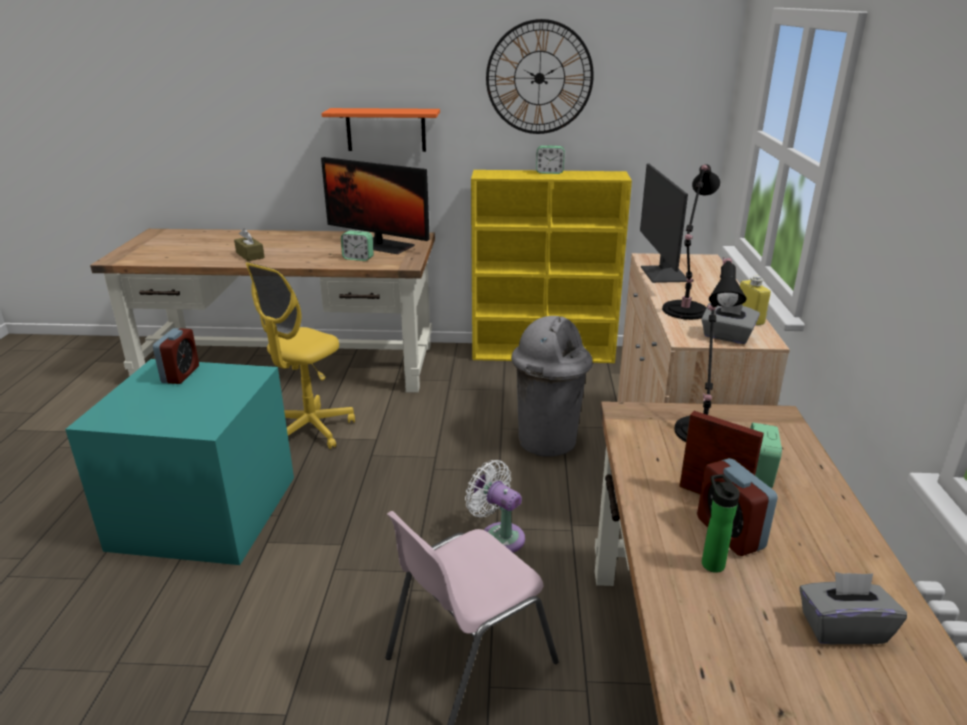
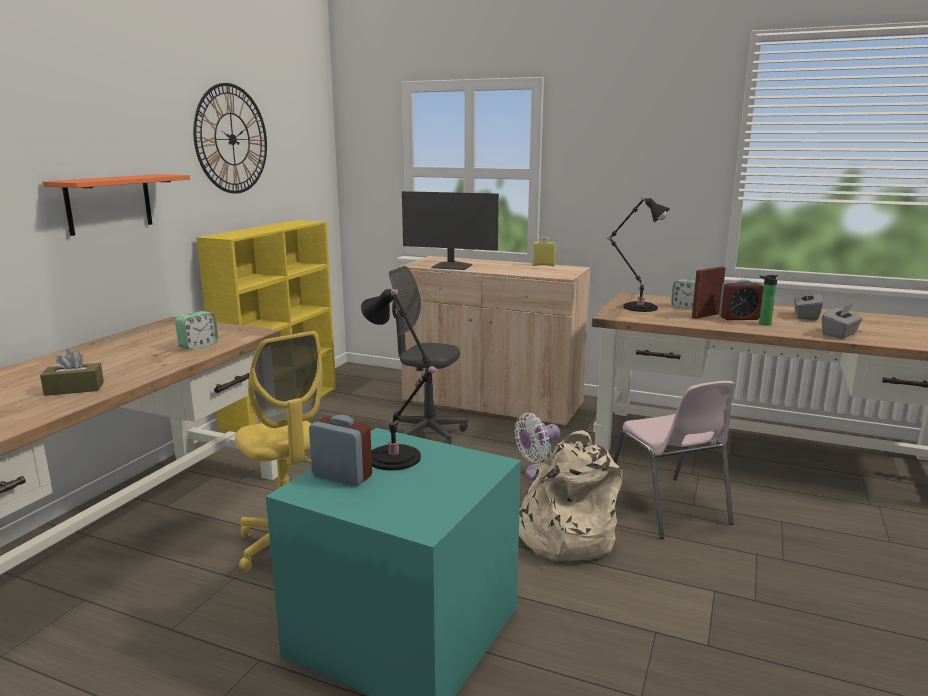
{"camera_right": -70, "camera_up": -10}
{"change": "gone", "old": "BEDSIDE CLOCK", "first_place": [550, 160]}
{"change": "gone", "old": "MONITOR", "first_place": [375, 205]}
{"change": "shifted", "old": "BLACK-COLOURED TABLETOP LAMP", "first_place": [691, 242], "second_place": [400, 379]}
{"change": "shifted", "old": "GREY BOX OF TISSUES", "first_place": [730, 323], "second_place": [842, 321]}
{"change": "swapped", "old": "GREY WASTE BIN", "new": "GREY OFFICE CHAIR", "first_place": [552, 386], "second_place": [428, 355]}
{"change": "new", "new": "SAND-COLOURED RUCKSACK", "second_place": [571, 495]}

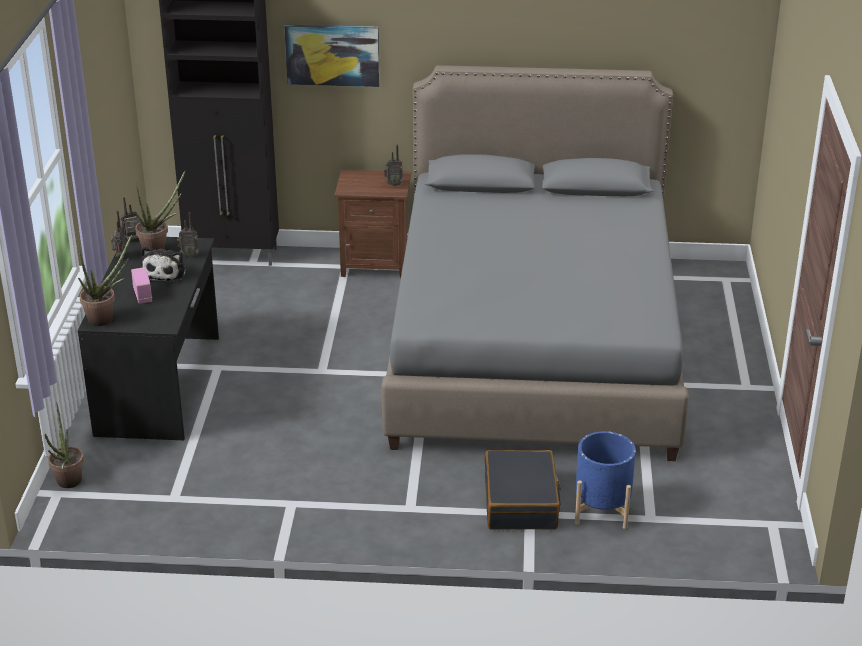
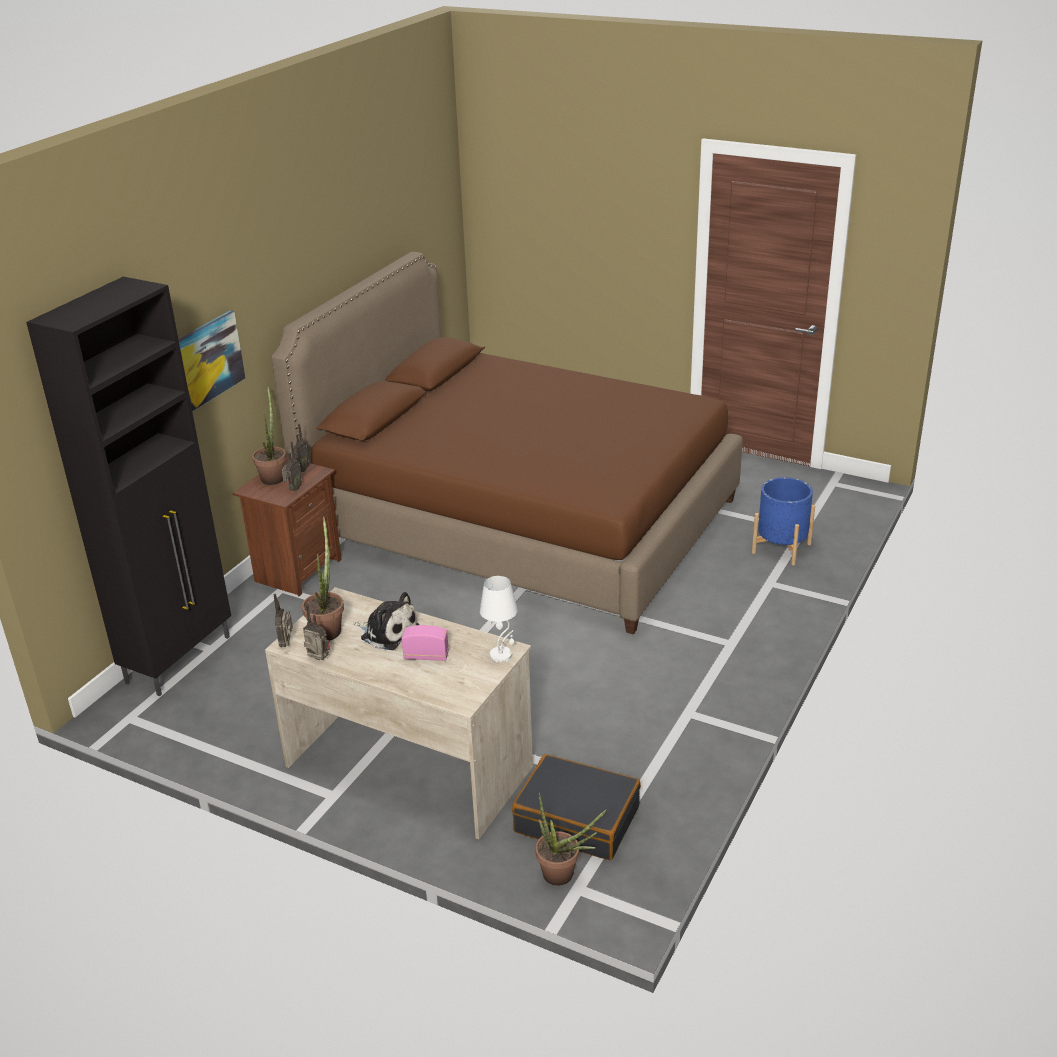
{"camera_right": -65, "camera_up": 0}
{"change": "repainted", "old": "GREY BEDROOM BED", "new": "BROWNISH BEDROOM BED", "first_place": [535, 263], "second_place": [507, 443]}
{"change": "shifted", "old": "RADIO SET", "first_place": [188, 235], "second_place": [292, 466]}
{"change": "shifted", "old": "PLANT IN A POT", "first_place": [105, 280], "second_place": [269, 435]}
{"change": "repainted", "old": "BLACK-COLOURED DESK", "new": "SAND-COLOURED DESK", "first_place": [148, 338], "second_place": [399, 713]}
{"change": "shifted", "old": "BLACK-COLOURED PIECE OF LUGGAGE", "first_place": [522, 490], "second_place": [576, 807]}
{"change": "new", "new": "WHITE TABLETOP LAMP", "second_place": [499, 619]}

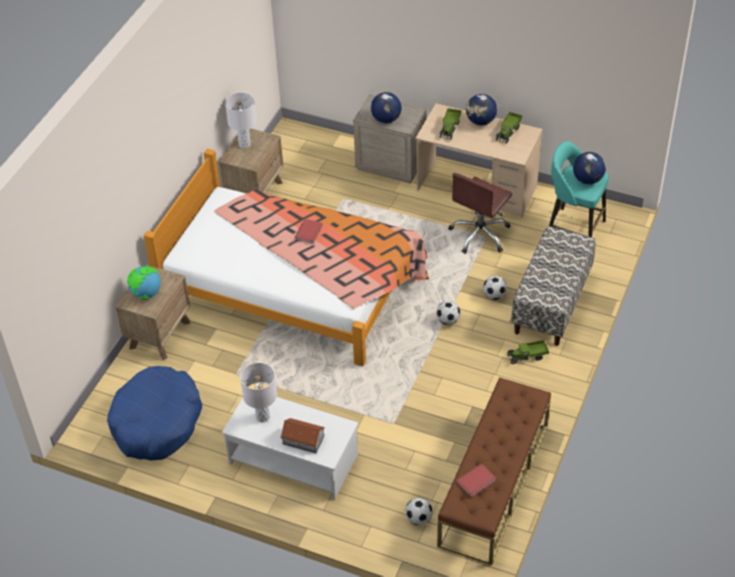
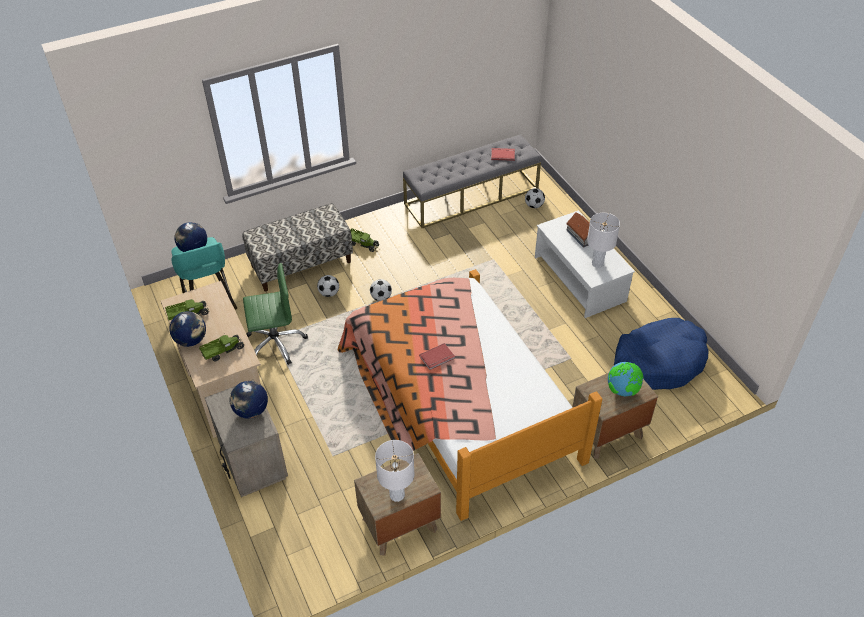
{"camera_right": -140, "camera_up": 0}
{"change": "repainted", "old": "BROWNISH OFFICE CHAIR", "new": "GREEN-COLOURED OFFICE CHAIR", "first_place": [480, 213], "second_place": [275, 314]}
{"change": "repainted", "old": "BROWNISH INDOOR BENCH", "new": "GREY INDOOR BENCH", "first_place": [494, 471], "second_place": [472, 181]}

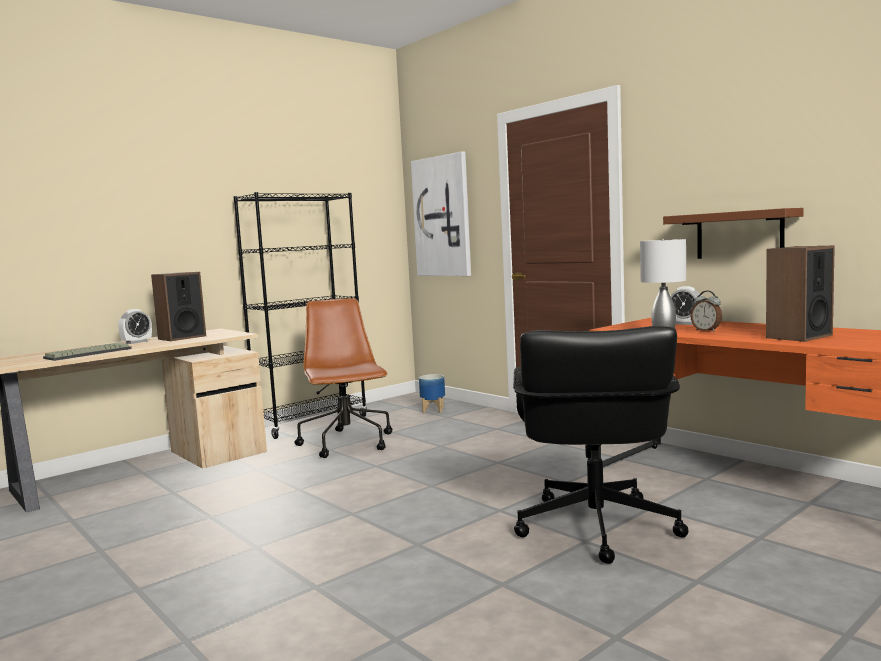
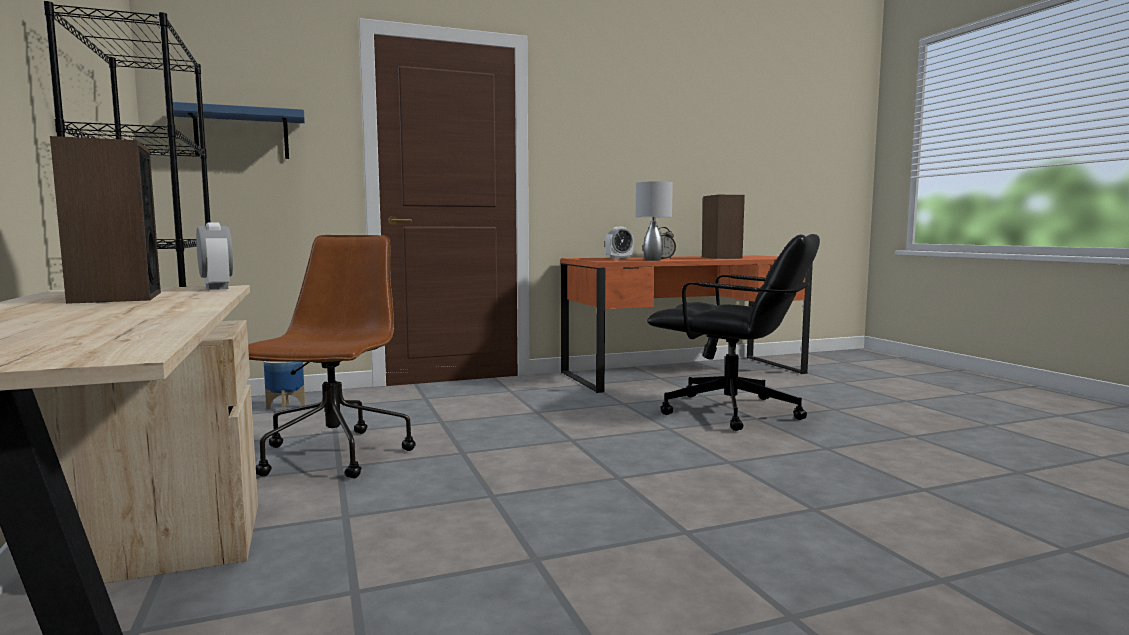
{"camera_right": -70, "camera_up": 0}
{"change": "swapped", "old": "PICTURE", "new": "BLUISH WALL SHELF", "first_place": [441, 213], "second_place": [235, 130]}
{"change": "gone", "old": "BROWNISH WALL SHELF", "first_place": [733, 233]}
{"change": "rotated", "old": "BROWNISH OFFICE CHAIR", "first_place": [343, 378], "second_place": [332, 356], "degrees": 90}
{"change": "shifted", "old": "BEDSIDE CLOCK", "first_place": [135, 326], "second_place": [214, 256]}
{"change": "gone", "old": "COMPUTER KEYBOARD", "first_place": [87, 352]}

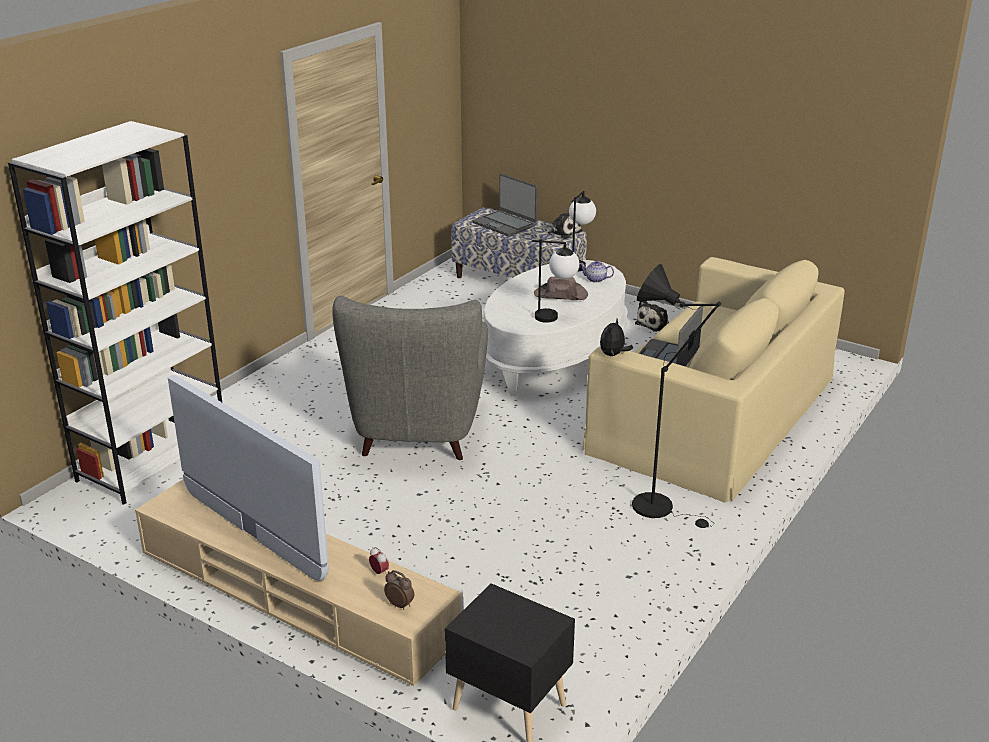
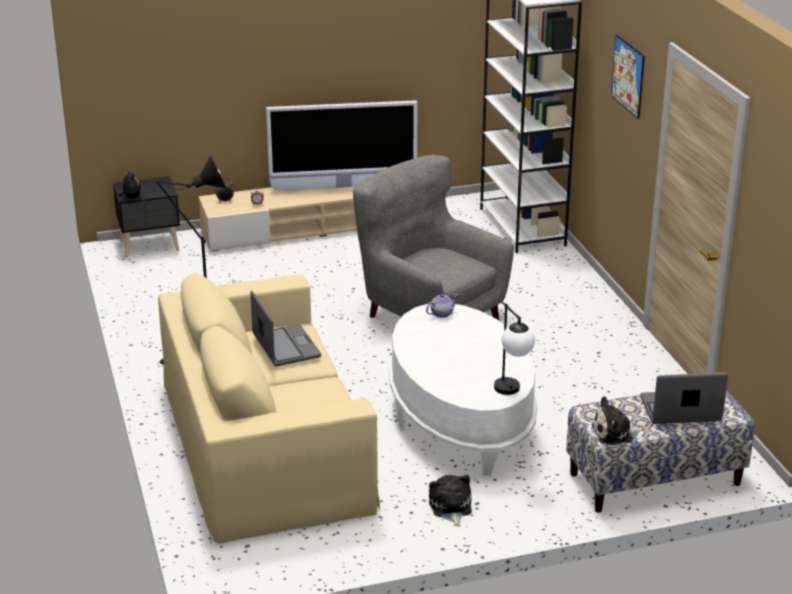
{"camera_right": 130, "camera_up": 0}
{"change": "gone", "old": "TABLETOP LAMP", "first_place": [555, 281]}
{"change": "shifted", "old": "TEAPOT", "first_place": [596, 271], "second_place": [442, 306]}
{"change": "gone", "old": "BROWNISH HAT", "first_place": [561, 288]}
{"change": "shifted", "old": "SOFT TOY", "first_place": [616, 337], "second_place": [129, 185]}
{"change": "new", "new": "PICTURE", "second_place": [628, 77]}

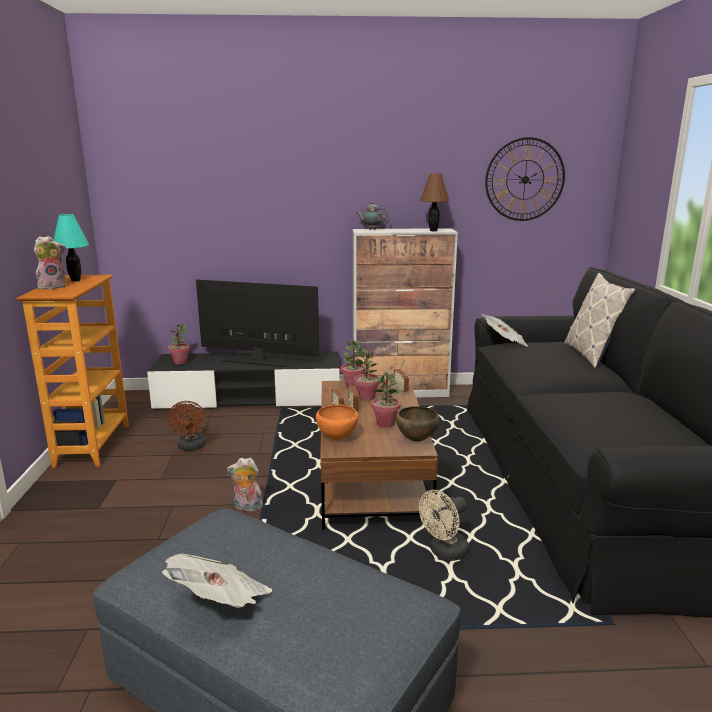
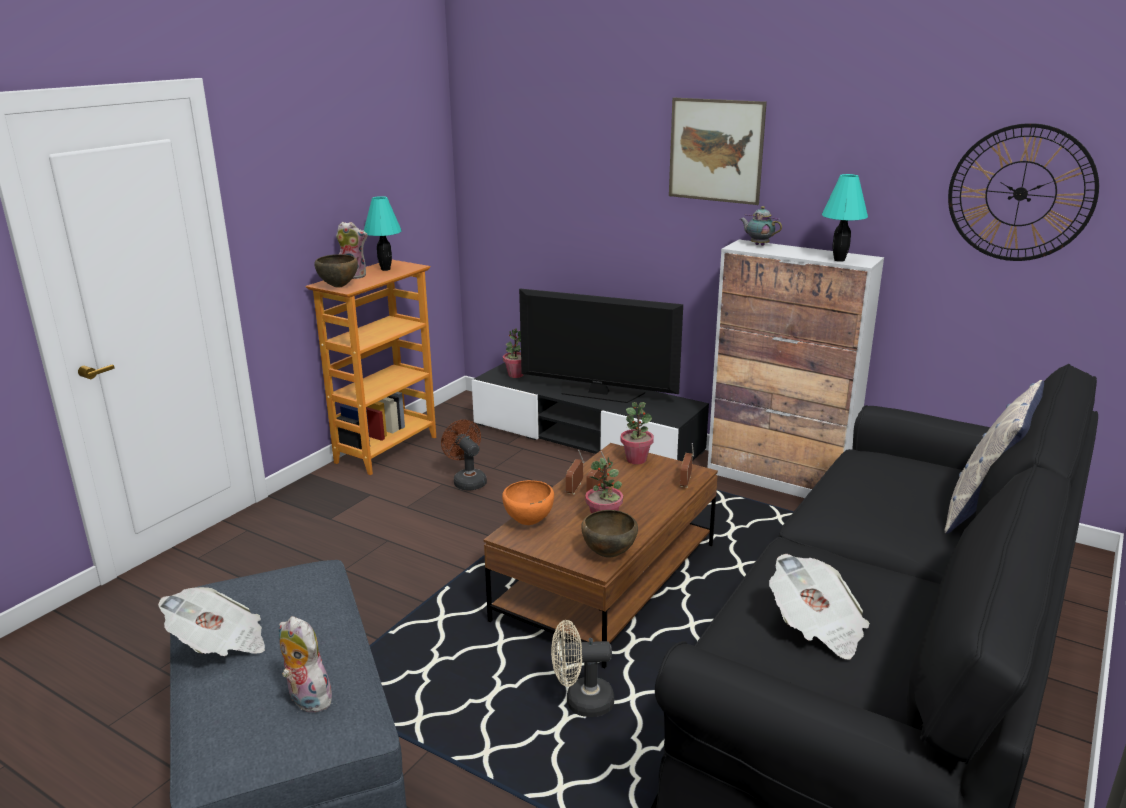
{"camera_right": 35, "camera_up": 5}
{"change": "repainted", "old": "BROWNISH TABLETOP LAMP", "new": "TURQUOISE-COLOURED TABLETOP LAMP", "first_place": [434, 202], "second_place": [845, 218]}
{"change": "rotated", "old": "TV SET", "first_place": [257, 323], "second_place": [601, 346], "degrees": 150}
{"change": "shifted", "old": "PRINTED PAPER", "first_place": [505, 330], "second_place": [819, 607]}
{"change": "gone", "old": "PLANT IN A POT", "first_place": [367, 375]}
{"change": "rotated", "old": "BROWNISH COOLING FAN", "first_place": [187, 426], "second_place": [464, 454], "degrees": 120}
{"change": "shifted", "old": "SOFT TOY", "first_place": [245, 485], "second_place": [305, 664]}
{"change": "new", "new": "PICTURE", "second_place": [718, 151]}
{"change": "new", "new": "BROWNISH BOWL", "second_place": [336, 271]}

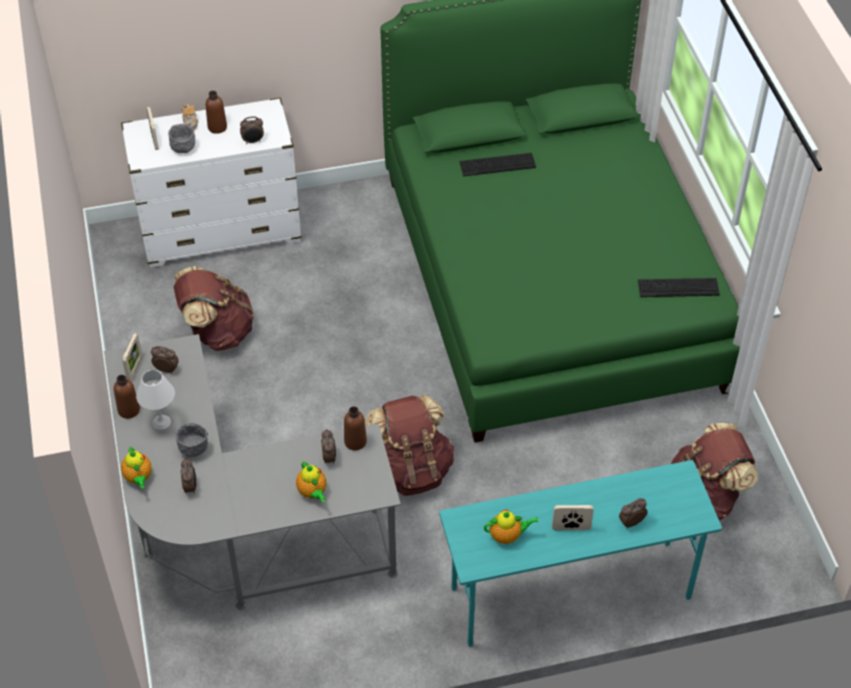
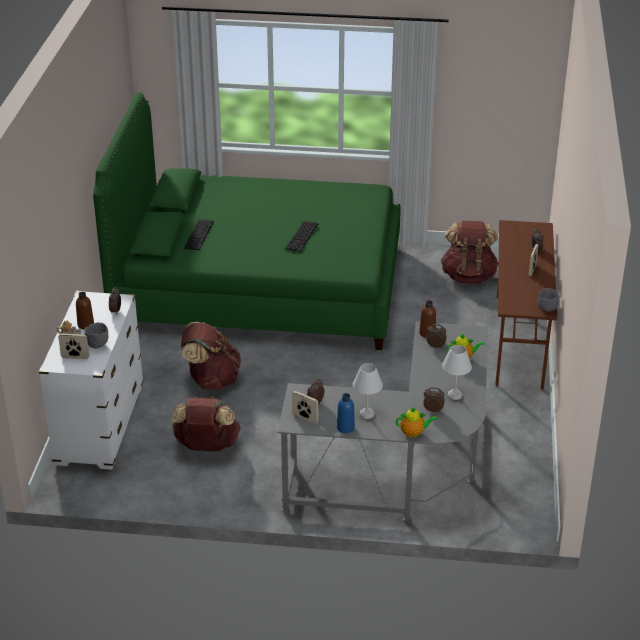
{"camera_right": -70, "camera_up": -15}
{"change": "shifted", "old": "COMPUTER KEYBOARD", "first_place": [679, 287], "second_place": [302, 236]}
{"change": "repainted", "old": "BROWNISH BOTTLE", "new": "BLUISH BOTTLE", "first_place": [127, 397], "second_place": [346, 413]}
{"change": "shifted", "old": "BROWNISH RUCKSACK", "first_place": [409, 445], "second_place": [211, 356]}
{"change": "shifted", "old": "GREY BOWL", "first_place": [191, 439], "second_place": [549, 300]}
{"change": "repainted", "old": "TURQUOISE-COLOURED DESK", "new": "BROWNISH DESK", "first_place": [581, 553], "second_place": [526, 305]}
{"change": "gone", "old": "TEAPOT", "first_place": [511, 526]}
{"change": "new", "new": "WHITE TABLETOP LAMP", "second_place": [457, 372]}

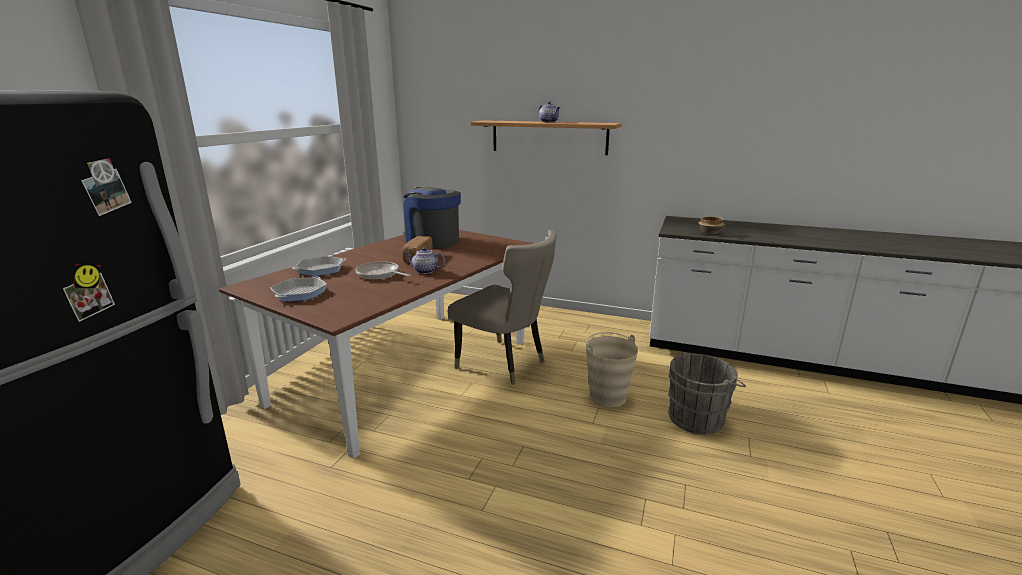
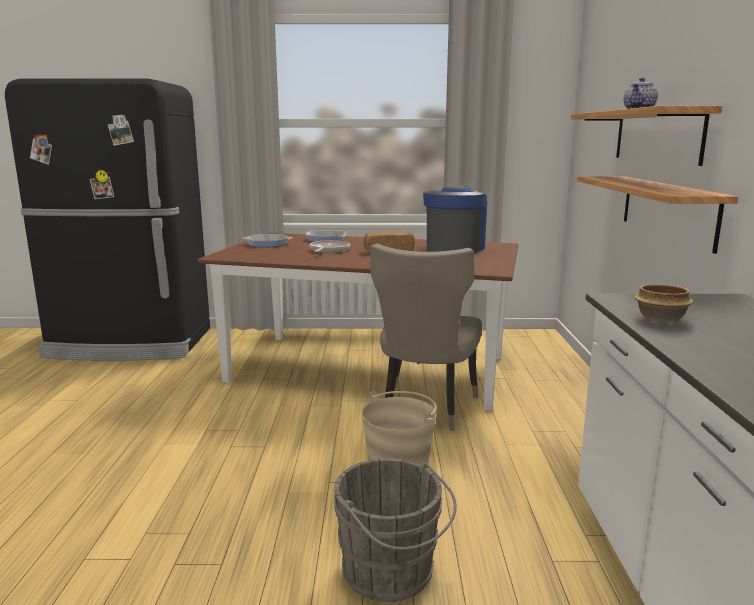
{"camera_right": 70, "camera_up": -5}
{"change": "gone", "old": "TEAPOT", "first_place": [425, 260]}
{"change": "new", "new": "WALL SHELF", "second_place": [657, 215]}

